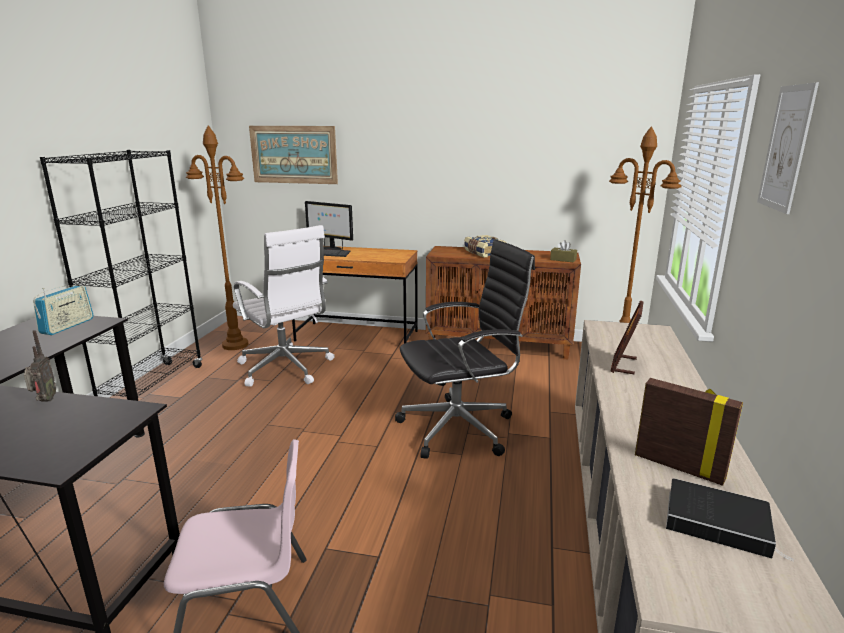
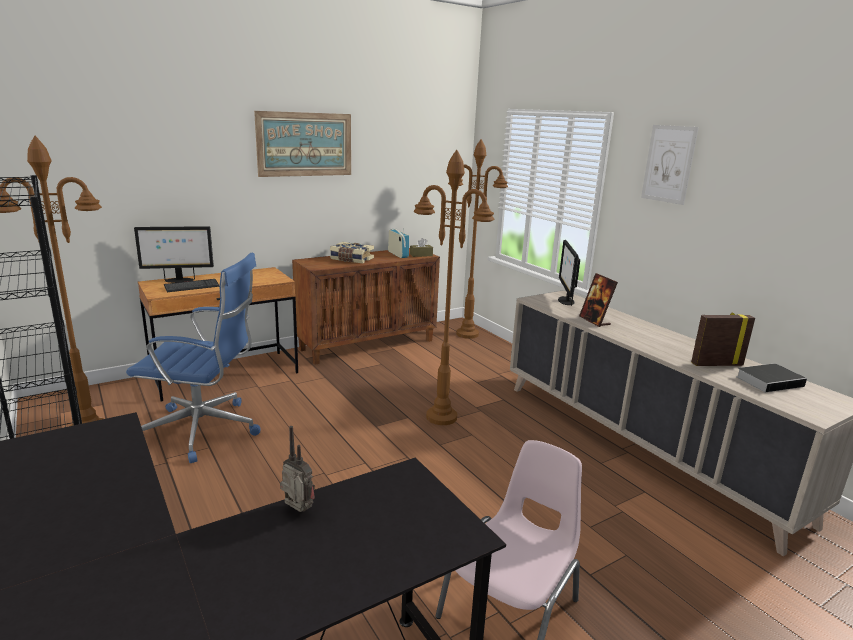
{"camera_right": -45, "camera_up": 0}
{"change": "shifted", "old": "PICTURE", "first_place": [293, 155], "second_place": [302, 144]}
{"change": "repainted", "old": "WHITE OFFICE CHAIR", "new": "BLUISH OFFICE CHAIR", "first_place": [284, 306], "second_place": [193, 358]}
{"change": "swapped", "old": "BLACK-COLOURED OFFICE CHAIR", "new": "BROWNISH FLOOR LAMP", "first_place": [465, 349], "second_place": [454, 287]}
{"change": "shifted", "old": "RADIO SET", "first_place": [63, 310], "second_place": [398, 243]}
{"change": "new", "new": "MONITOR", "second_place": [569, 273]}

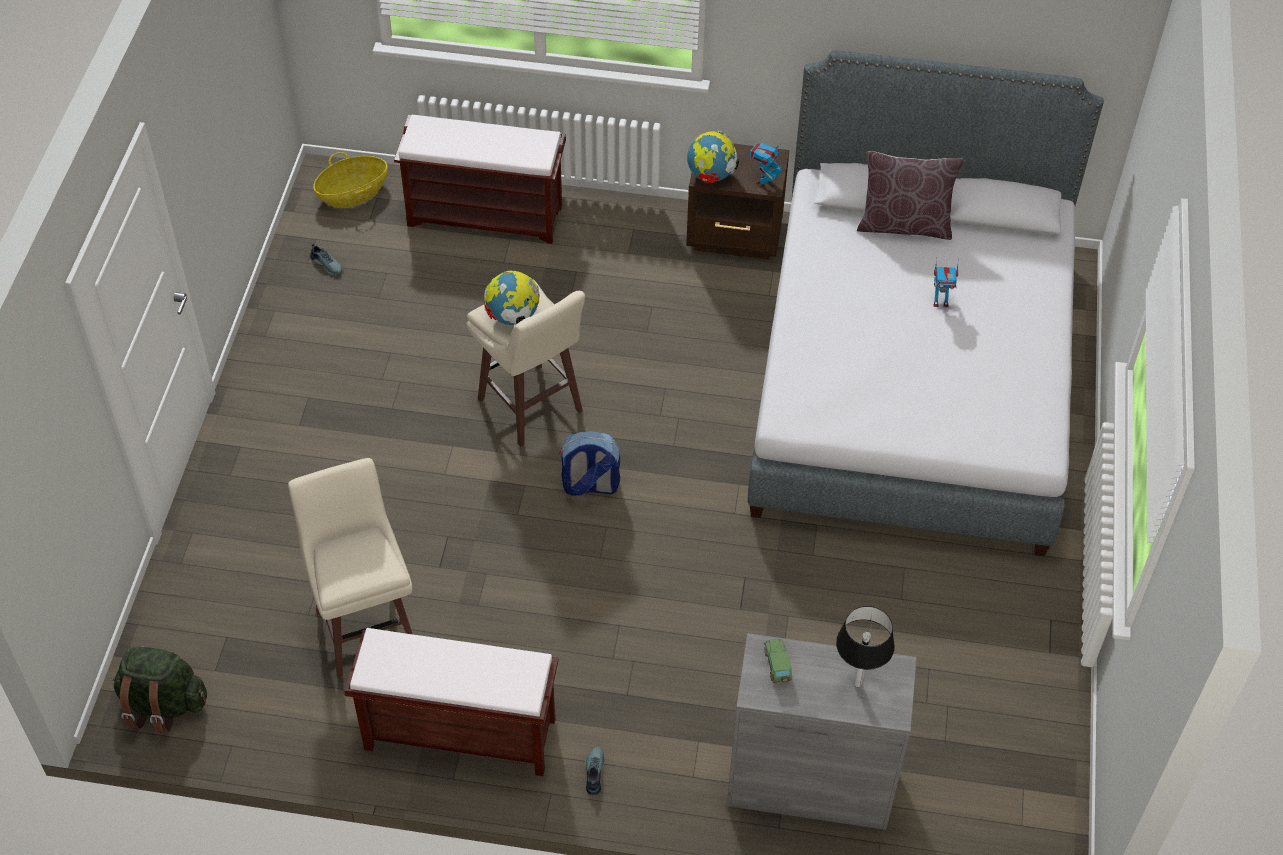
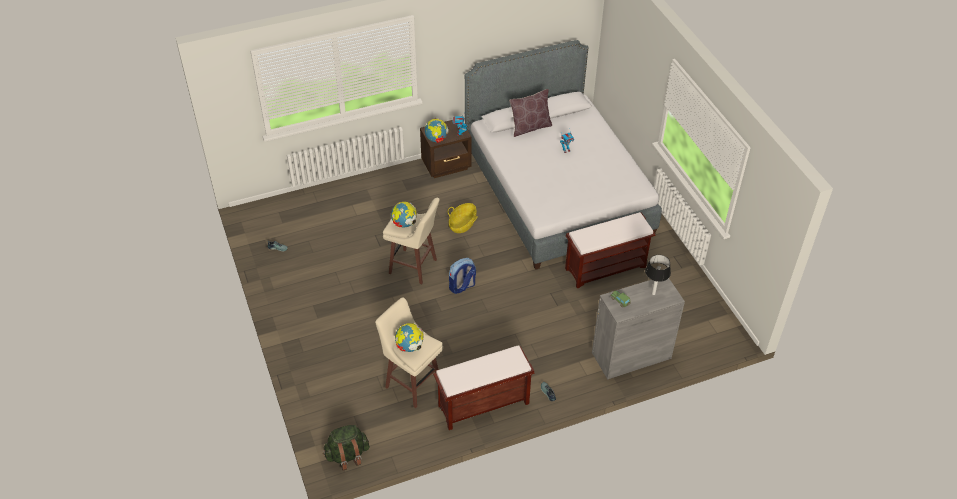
{"camera_right": -30, "camera_up": -5}
{"change": "shifted", "old": "BROWNISH INDOOR BENCH", "first_place": [480, 179], "second_place": [610, 250]}
{"change": "shifted", "old": "BASKET", "first_place": [350, 180], "second_place": [463, 218]}
{"change": "new", "new": "GLOBE", "second_place": [409, 337]}

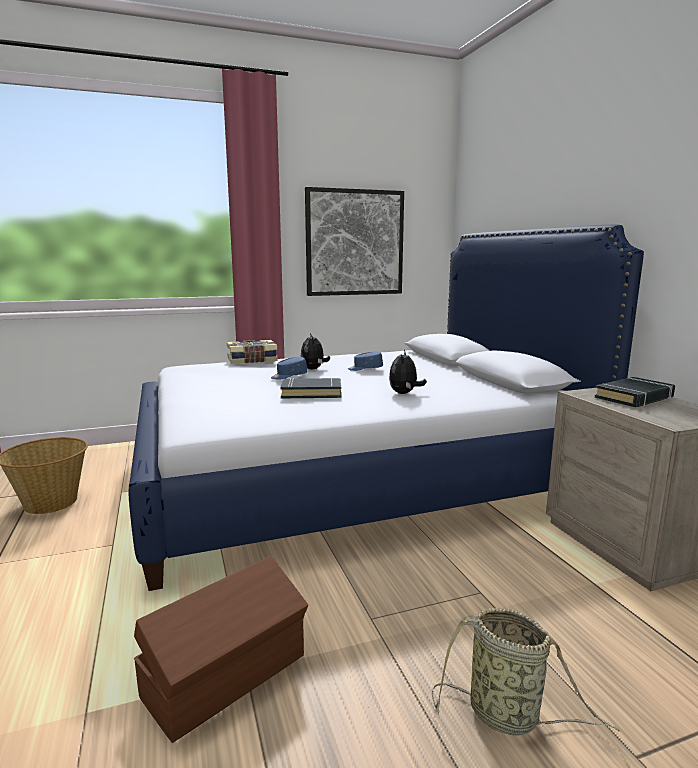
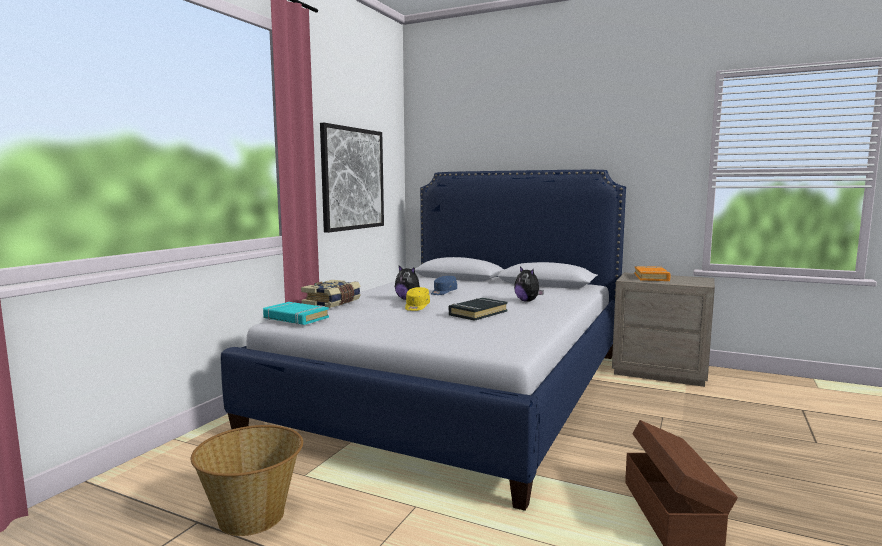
{"camera_right": -45, "camera_up": -5}
{"change": "repainted", "old": "BLUISH PEAKED CAP", "new": "YELLOW PEAKED CAP", "first_place": [289, 368], "second_place": [417, 299]}
{"change": "repainted", "old": "BLACK-COLOURED BOOK", "new": "ORANGE BOOK", "first_place": [635, 392], "second_place": [652, 273]}
{"change": "gone", "old": "BASKET", "first_place": [526, 671]}
{"change": "new", "new": "TURQUOISE-COLOURED BOOK", "second_place": [296, 313]}

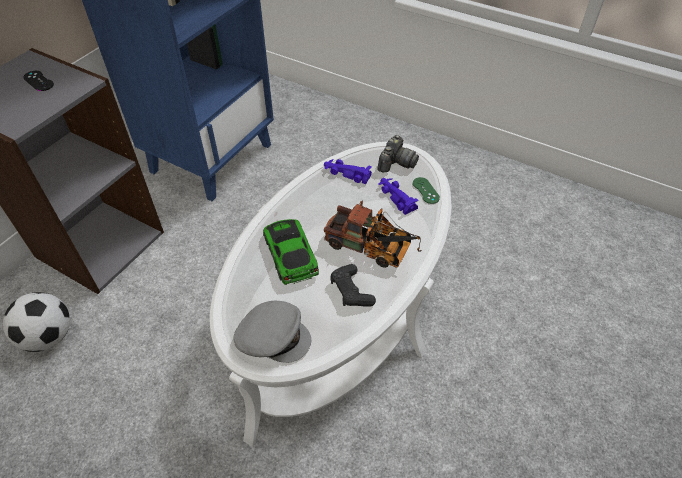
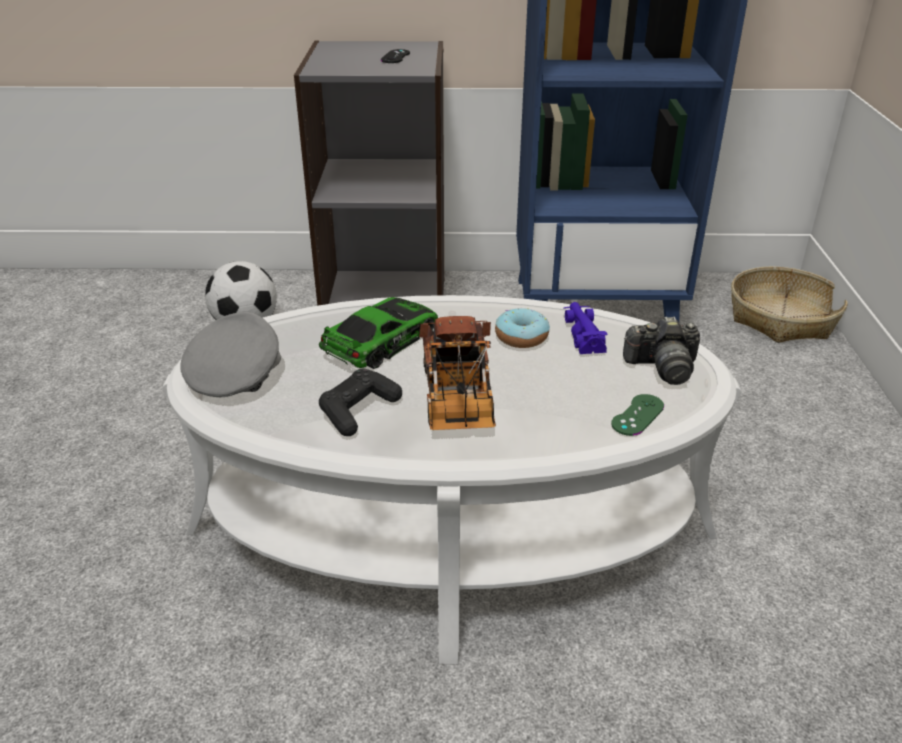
{"camera_right": 60, "camera_up": -15}
{"change": "gone", "old": "PURPLE-COLOURED MINIATURE CAR", "first_place": [398, 196]}
{"change": "rotated", "old": "GREY PEAKED CAP", "first_place": [272, 332], "second_place": [230, 354], "degrees": -150}
{"change": "new", "new": "BASKET", "second_place": [789, 305]}
{"change": "new", "new": "DONUT", "second_place": [522, 327]}

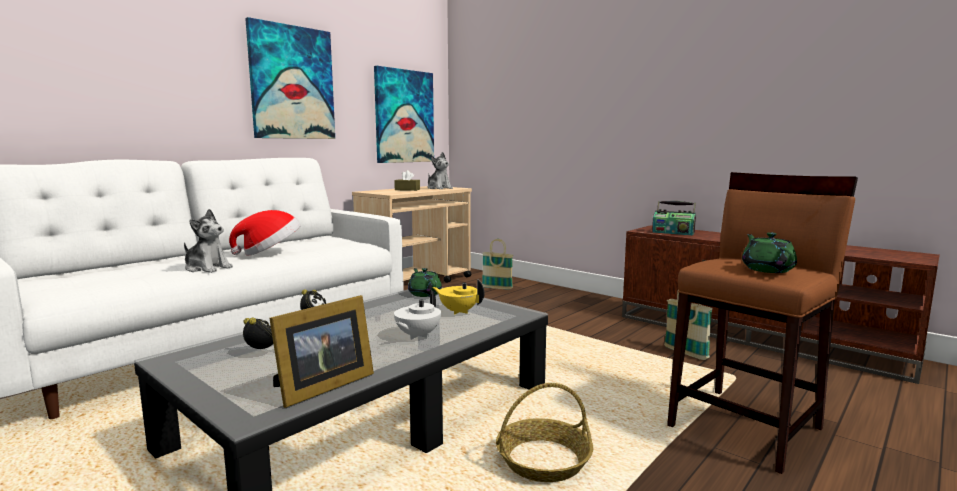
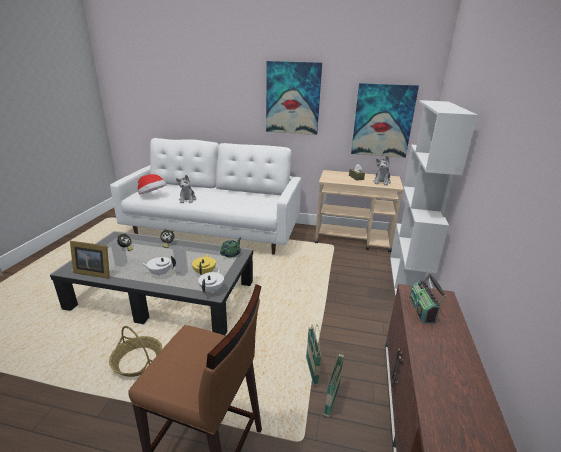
{"camera_right": 60, "camera_up": 15}
{"change": "shifted", "old": "HAT", "first_place": [264, 233], "second_place": [152, 184]}
{"change": "gone", "old": "GREEN-COLOURED TEAPOT", "first_place": [769, 252]}
{"change": "shifted", "old": "BASKET", "first_place": [497, 264], "second_place": [313, 354]}
{"change": "new", "new": "WHITE SHELVING UNIT", "second_place": [434, 198]}
{"change": "new", "new": "WHITE TEAPOT", "second_place": [211, 281]}

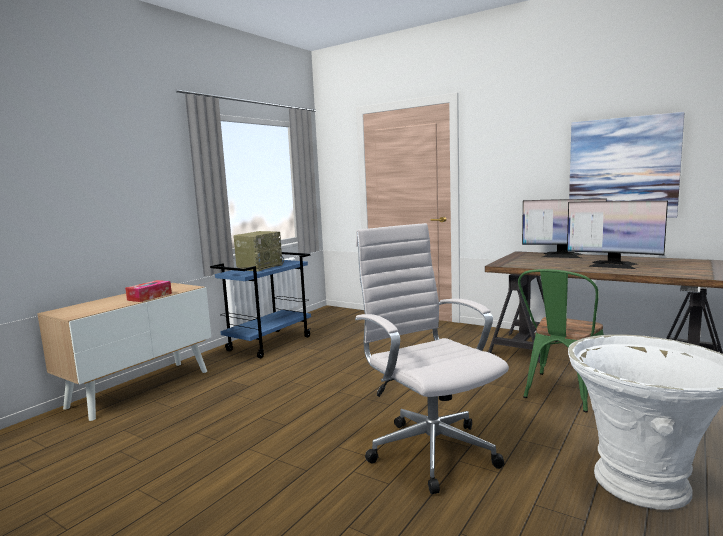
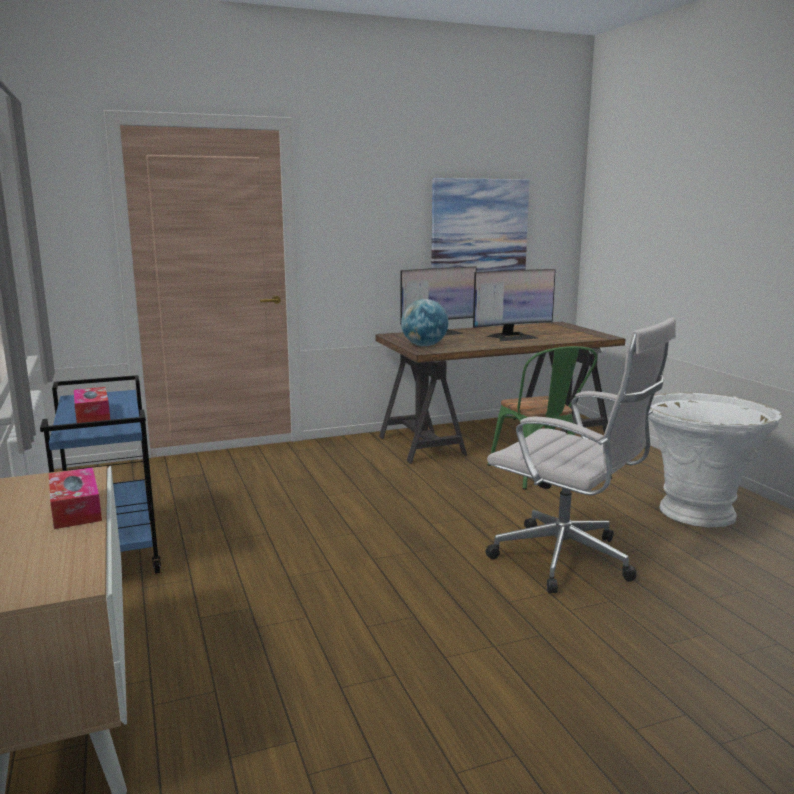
{"camera_right": -55, "camera_up": 5}
{"change": "rotated", "old": "WHITE OFFICE CHAIR", "first_place": [432, 358], "second_place": [581, 455], "degrees": -150}
{"change": "swapped", "old": "RADIO SET", "new": "BOX OF TISSUES", "first_place": [258, 251], "second_place": [92, 405]}
{"change": "new", "new": "GLOBE", "second_place": [424, 322]}

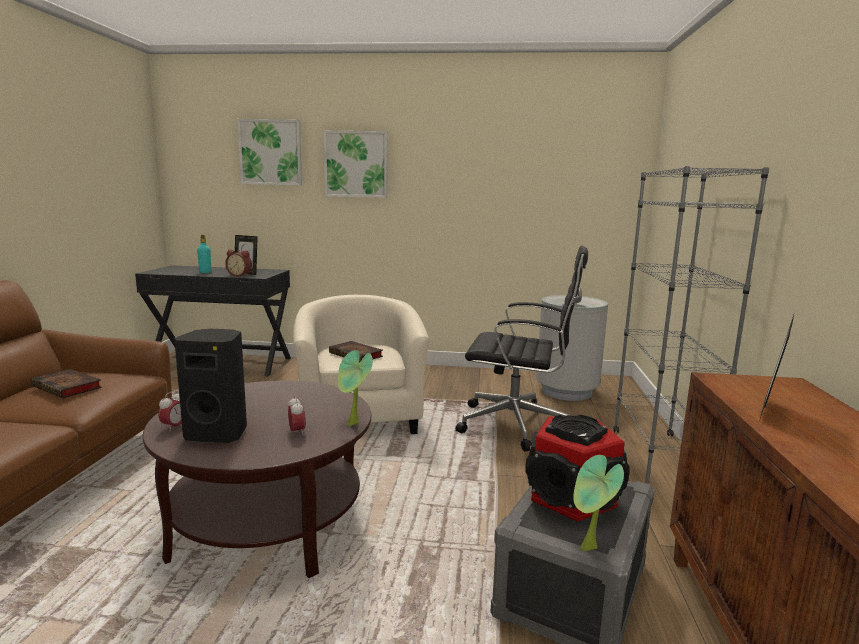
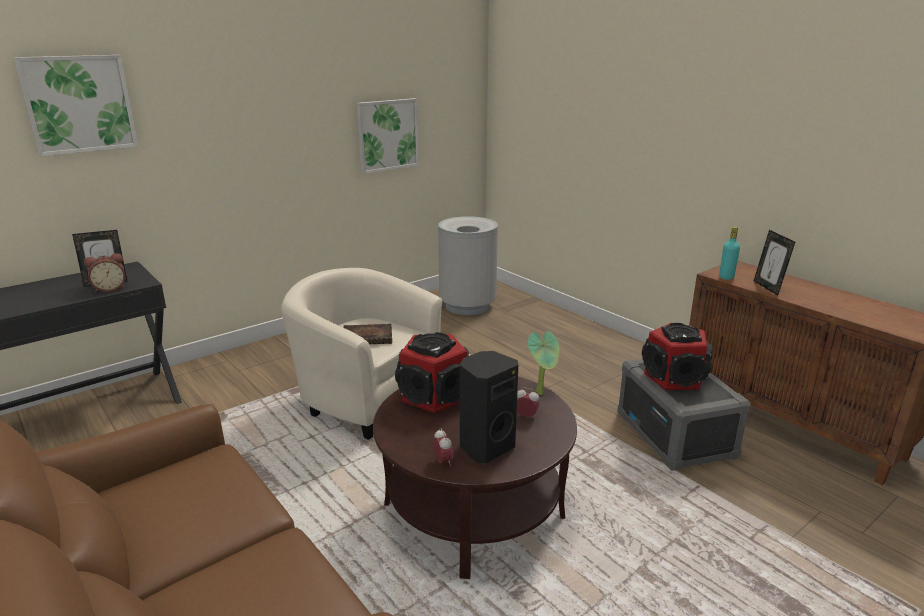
{"camera_right": -45, "camera_up": 10}
{"change": "shifted", "old": "PICTURE", "first_place": [355, 164], "second_place": [388, 136]}
{"change": "gone", "old": "GREY SHELVING UNIT", "first_place": [691, 325]}
{"change": "shifted", "old": "TURQUOISE-COLOURED BOTTLE", "first_place": [204, 254], "second_place": [729, 253]}
{"change": "gone", "old": "BLACK-COLOURED OFFICE CHAIR", "first_place": [522, 348]}
{"change": "gone", "old": "BOOK", "first_place": [66, 383]}
{"change": "gone", "old": "PLANT IN A POT", "first_place": [599, 503]}
{"change": "new", "new": "AUDIO SPEAKER", "second_place": [432, 372]}

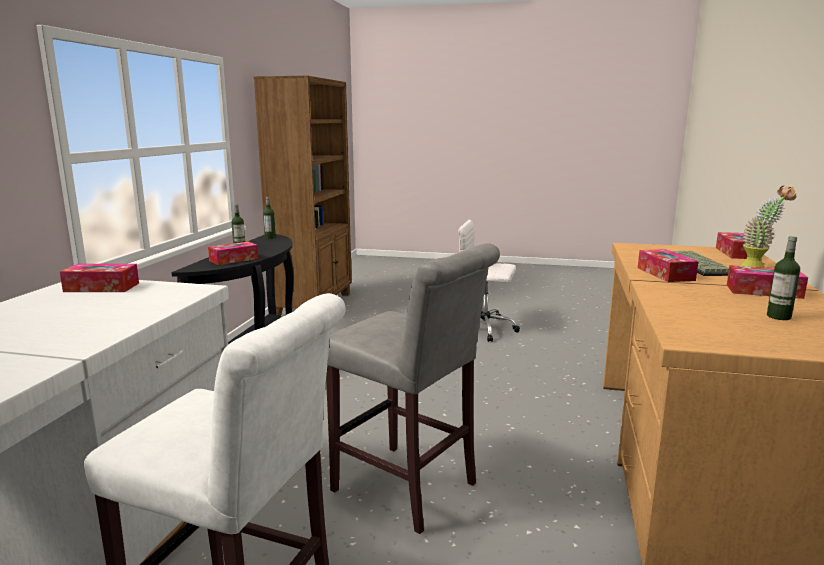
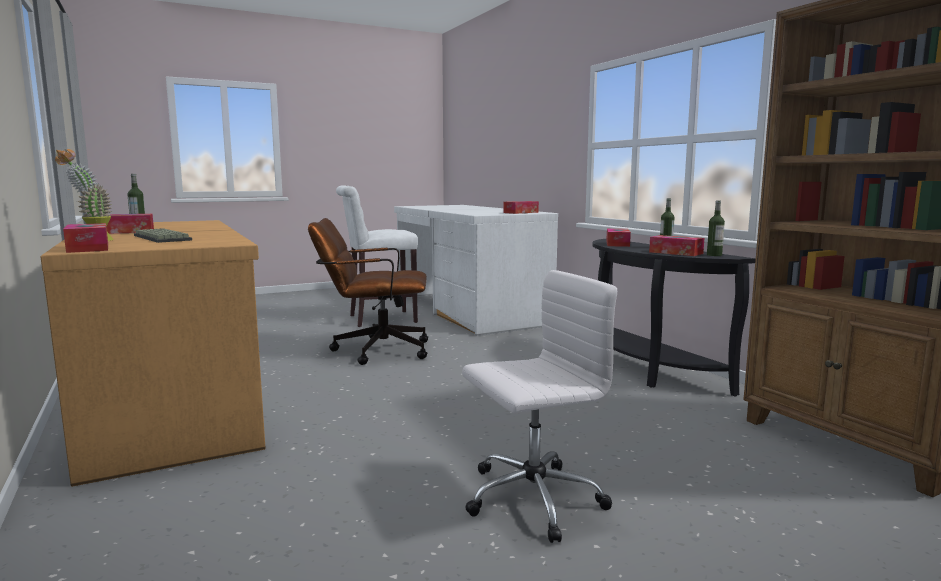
{"camera_right": 140, "camera_up": -5}
{"change": "swapped", "old": "GREY SITTING STOOL", "new": "BROWNISH OFFICE CHAIR", "first_place": [413, 388], "second_place": [368, 291]}
{"change": "shifted", "old": "BOX OF TISSUES", "first_place": [668, 265], "second_place": [676, 245]}

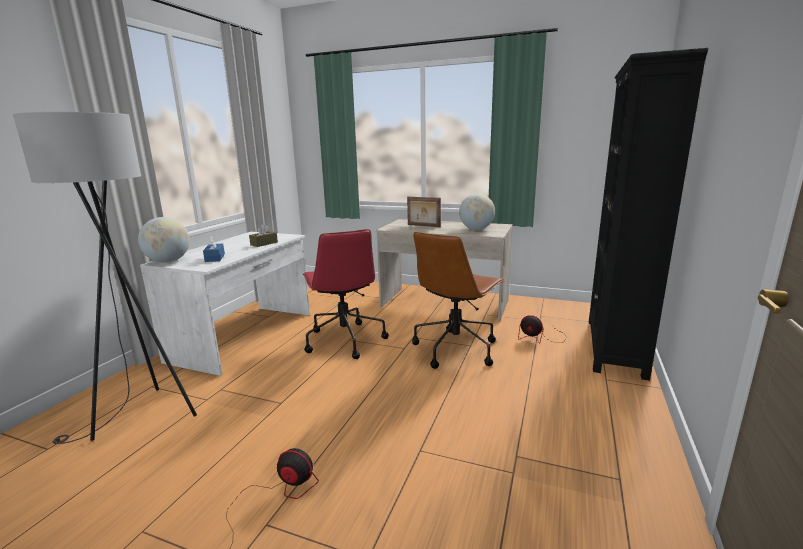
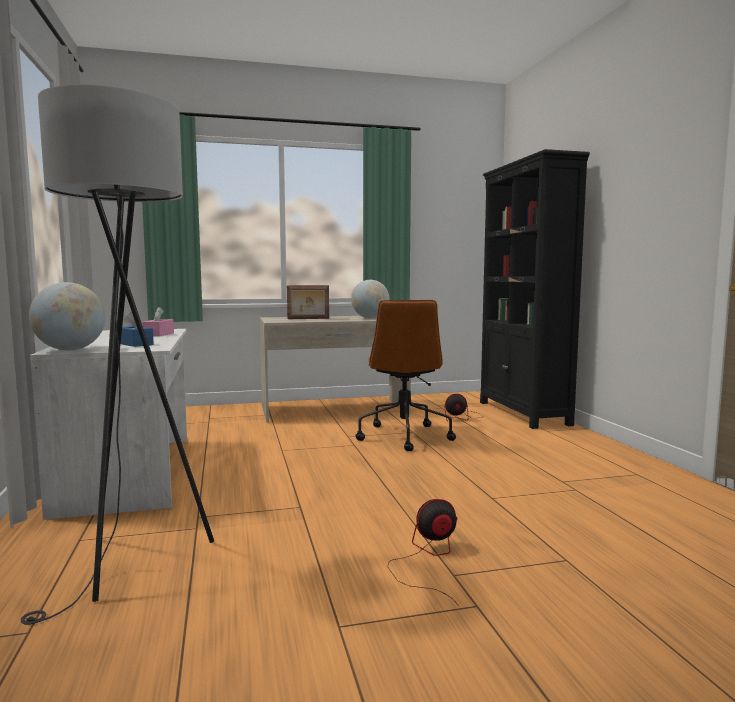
{"camera_right": -35, "camera_up": -10}
{"change": "repainted", "old": "BROWNISH BOX OF TISSUES", "new": "PINK-COLOURED BOX OF TISSUES", "first_place": [263, 235], "second_place": [158, 321]}
{"change": "gone", "old": "REDDISH OFFICE CHAIR", "first_place": [346, 294]}

